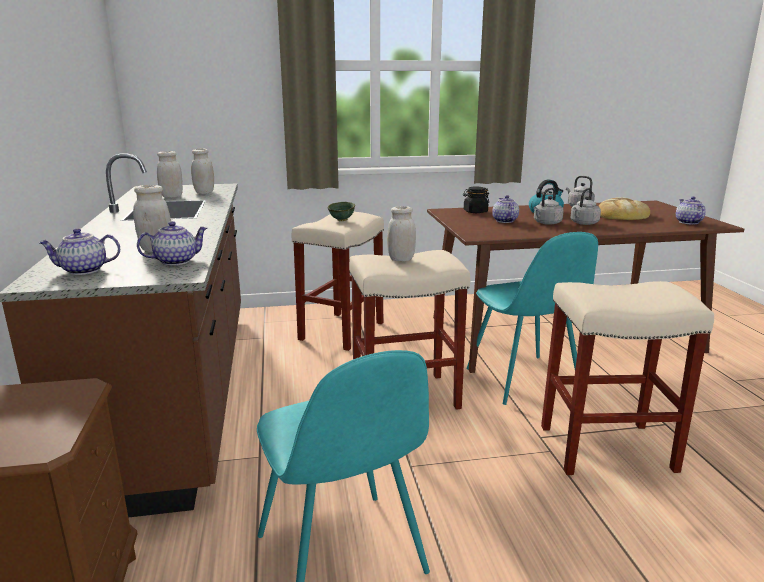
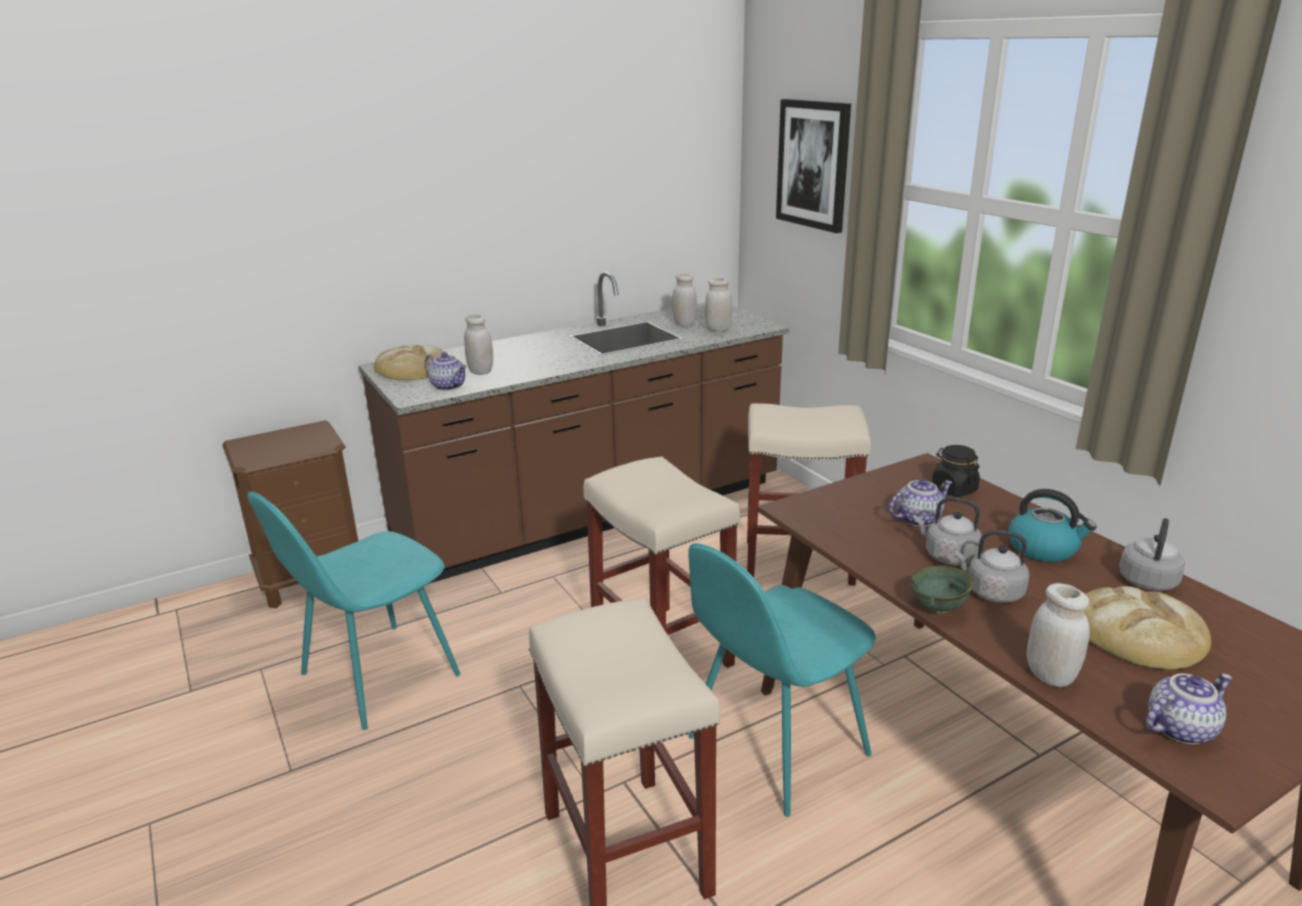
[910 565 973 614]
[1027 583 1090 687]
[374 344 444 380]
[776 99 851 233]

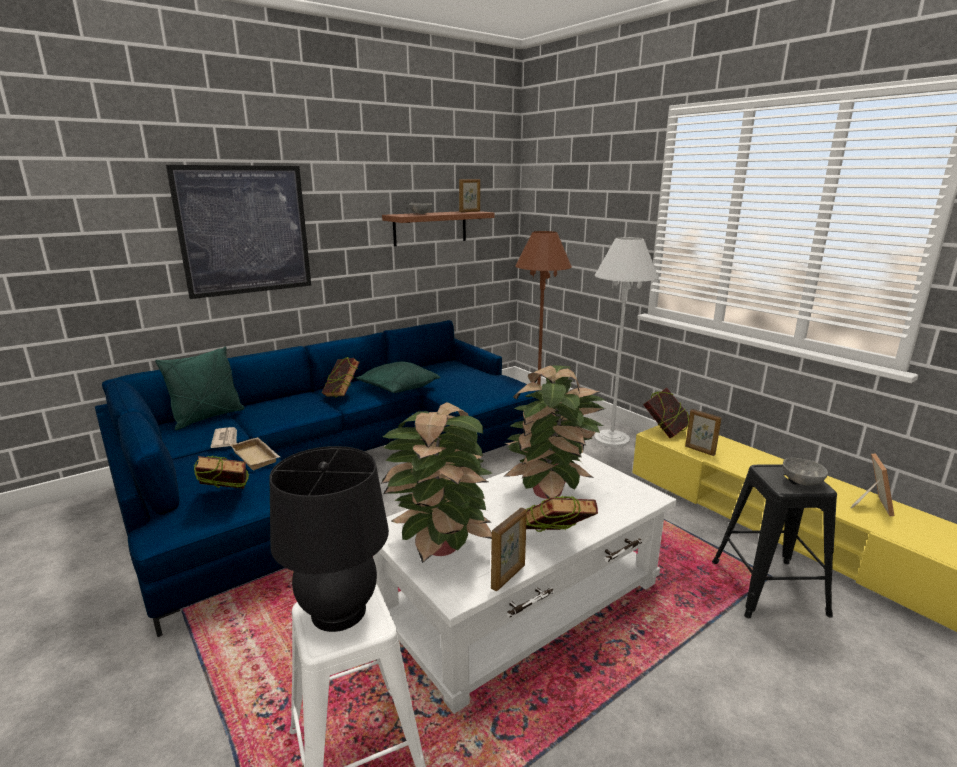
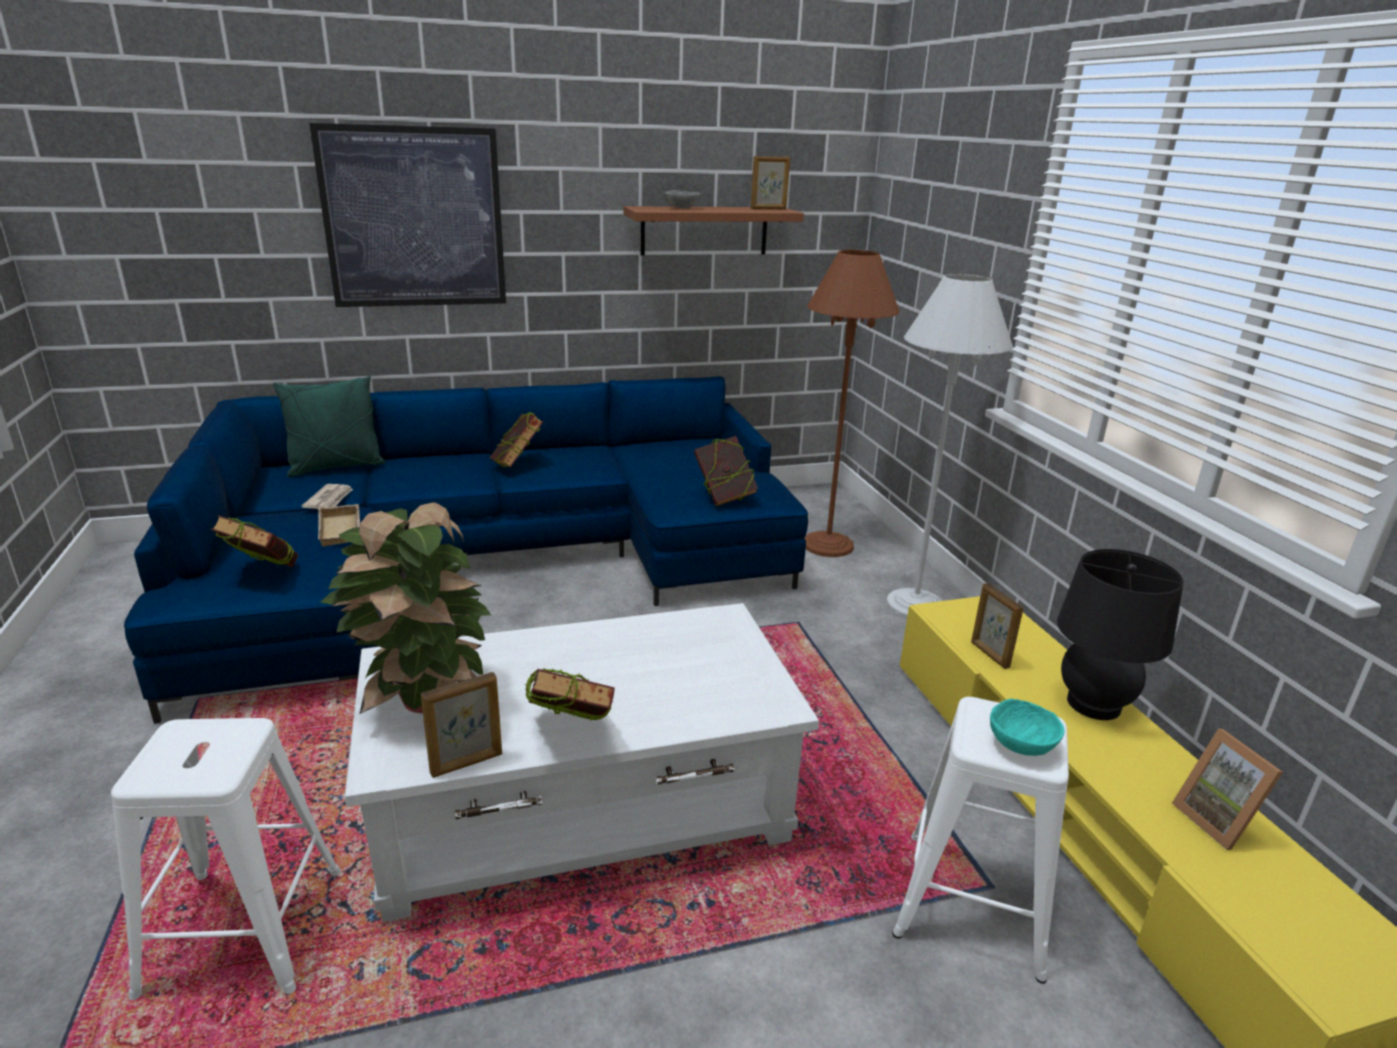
[356 362 441 393] (first image)
[503 365 605 499] (first image)
[694 436 758 506]
[1057 549 1184 720]
[1172 729 1283 850]
[990 699 1064 756]
[892 697 1069 984]

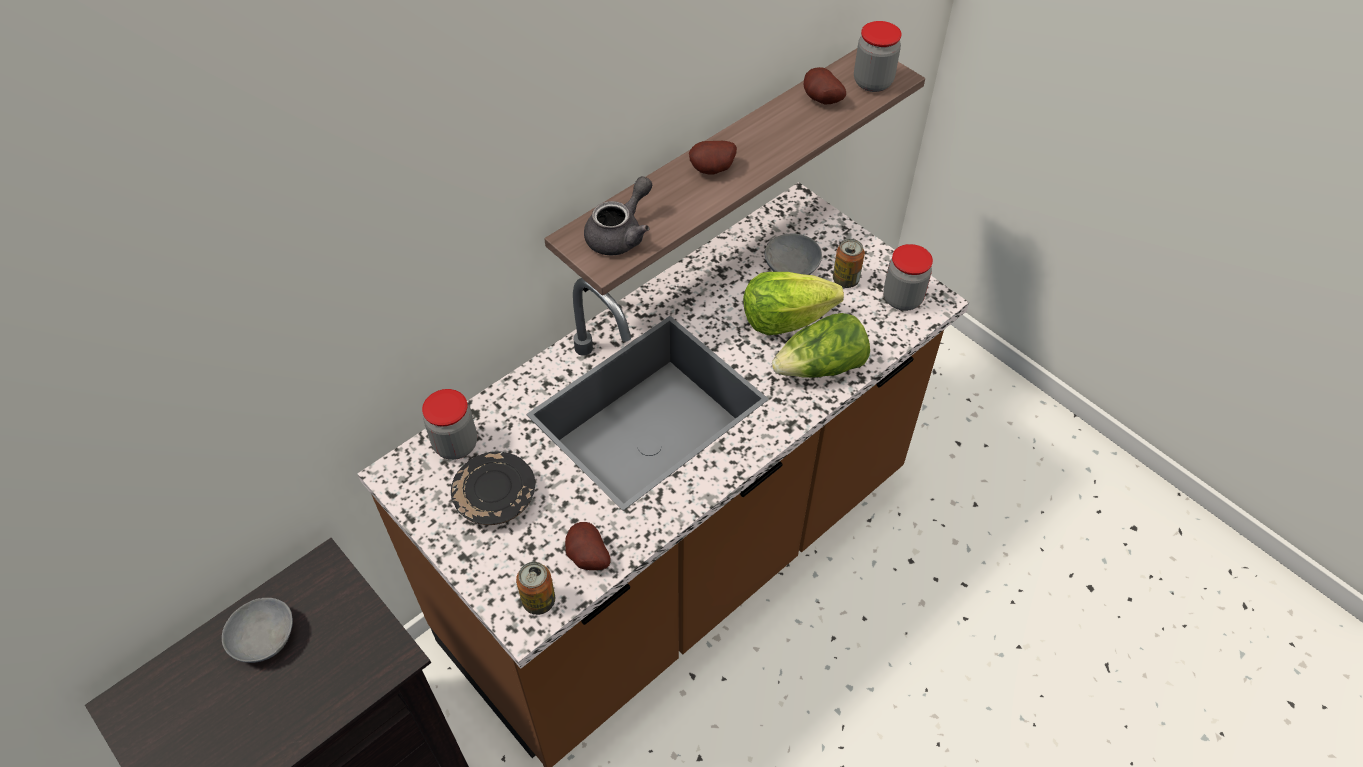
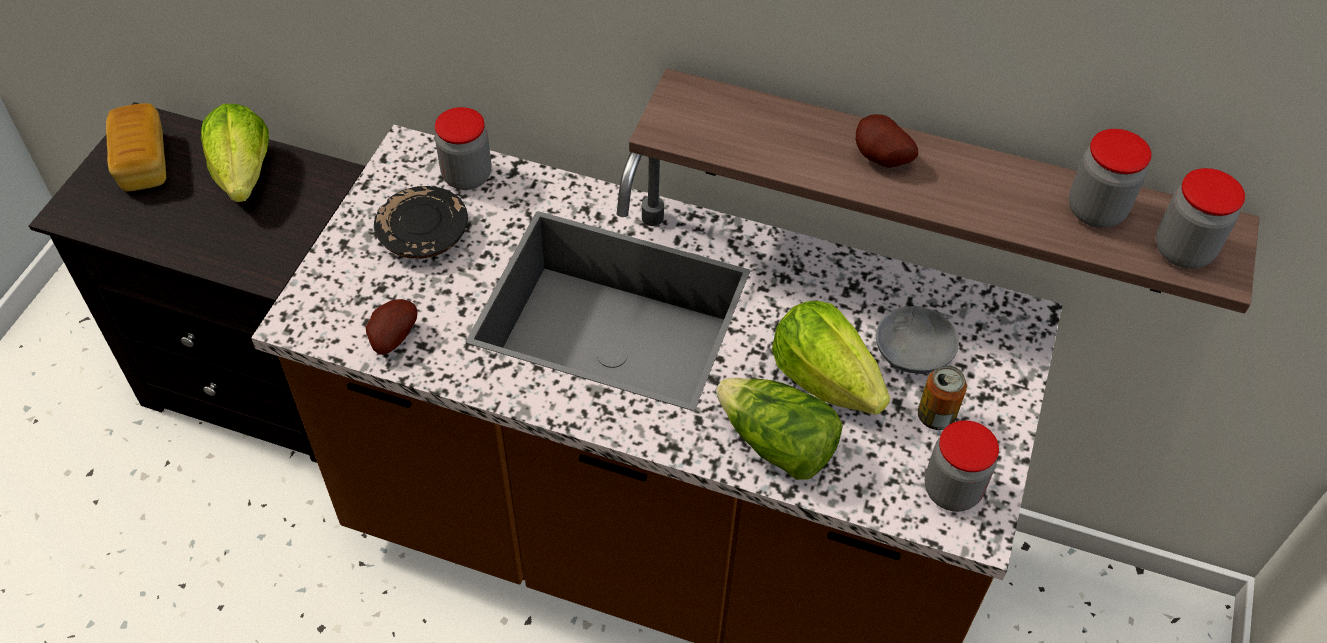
[1069 129 1152 228]
[584 176 652 255] (first image)
[516 562 555 615] (first image)
[201 104 269 202]
[106 104 166 191]

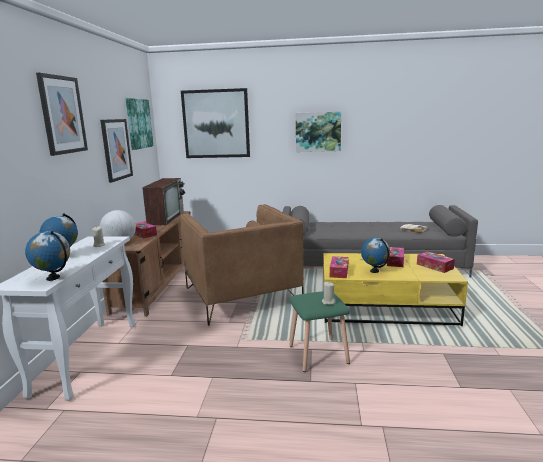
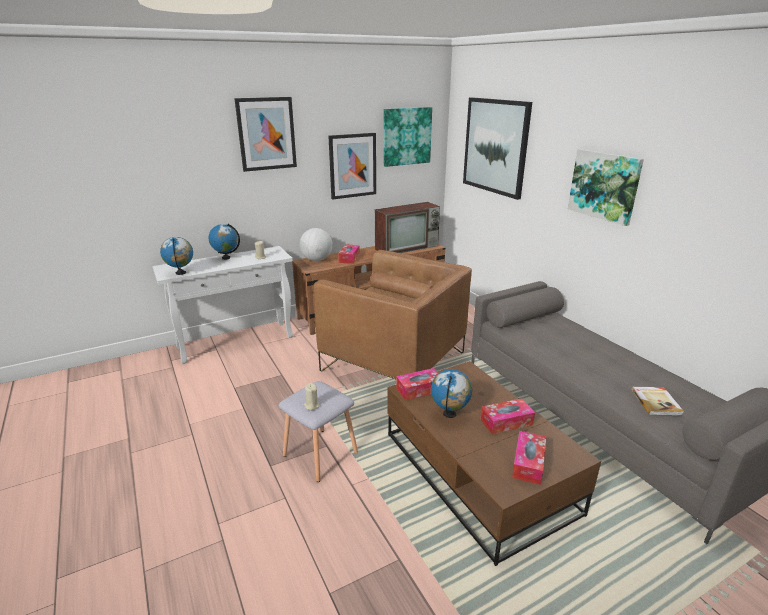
[313 250 472 379]
[387 361 601 566]
[278 381 358 482]

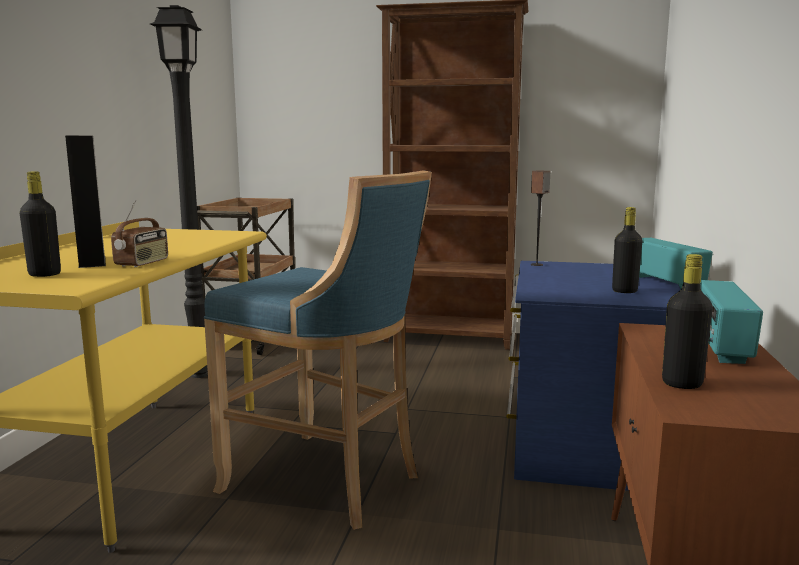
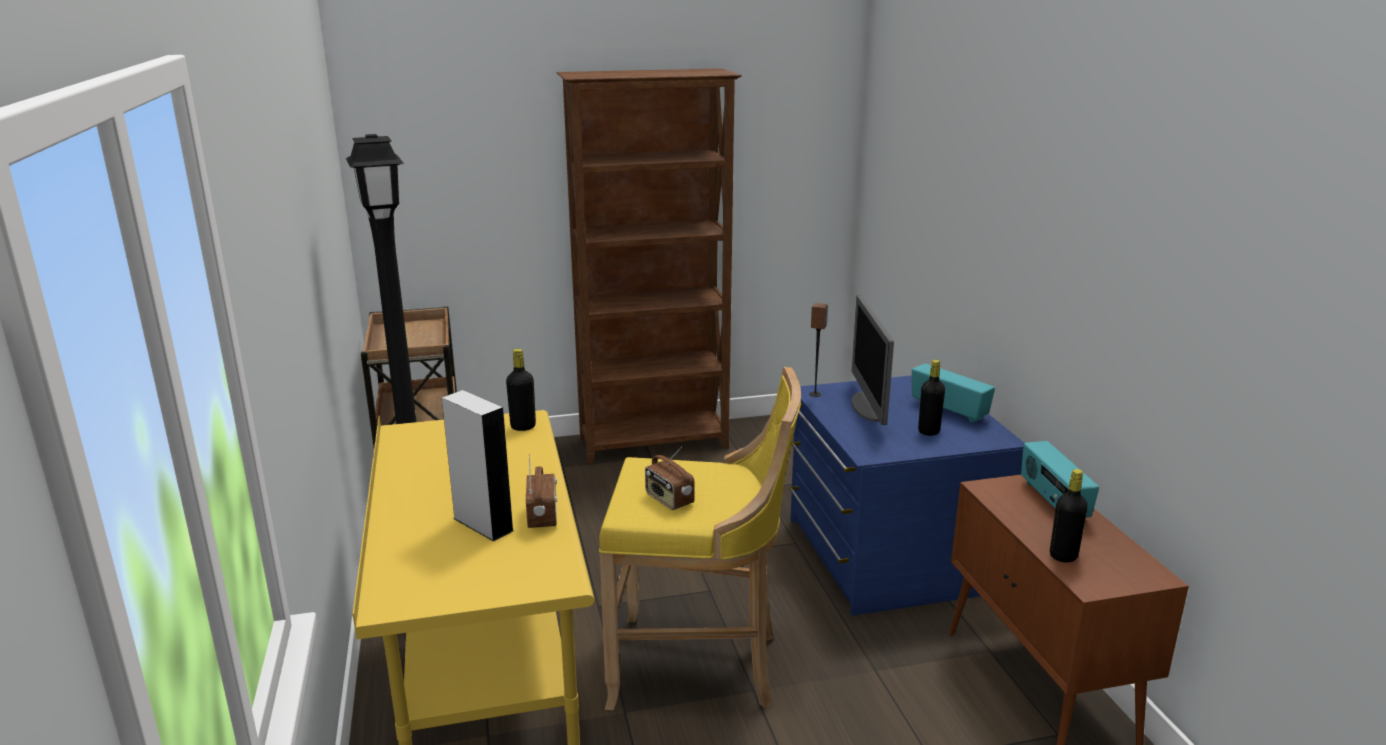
[506 349 536 431]
[599 367 801 710]
[852 295 894 425]
[645 447 695 510]

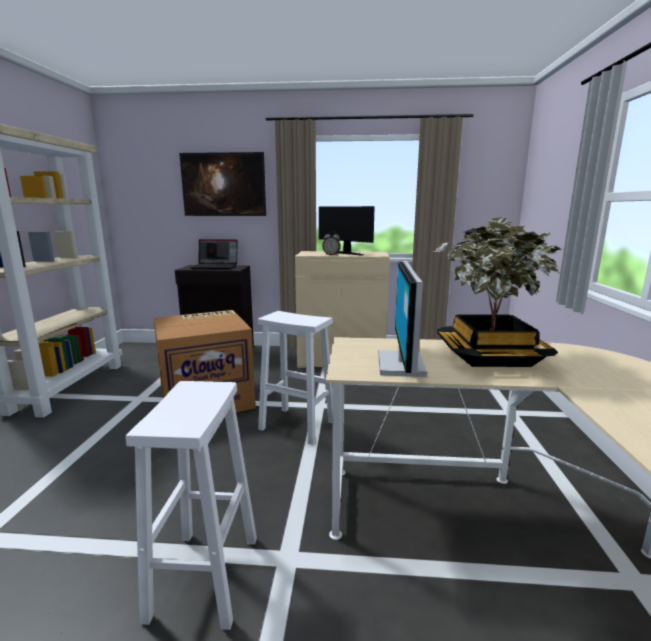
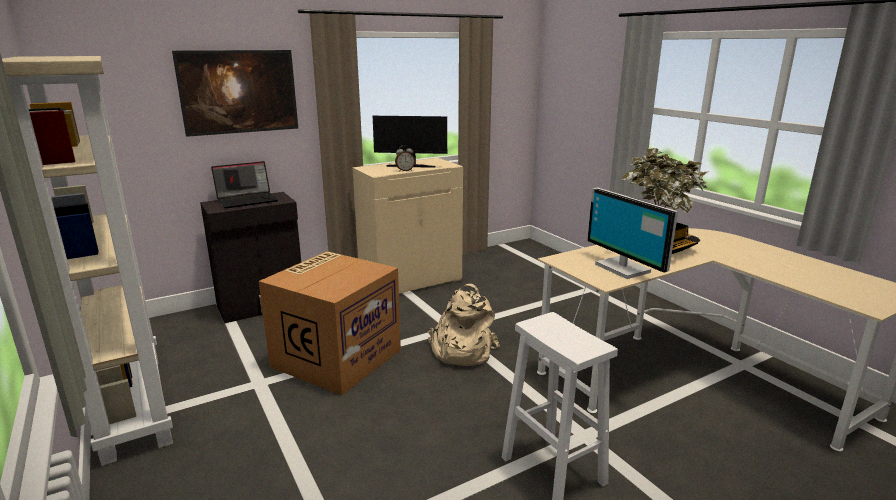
[427 284 500 366]

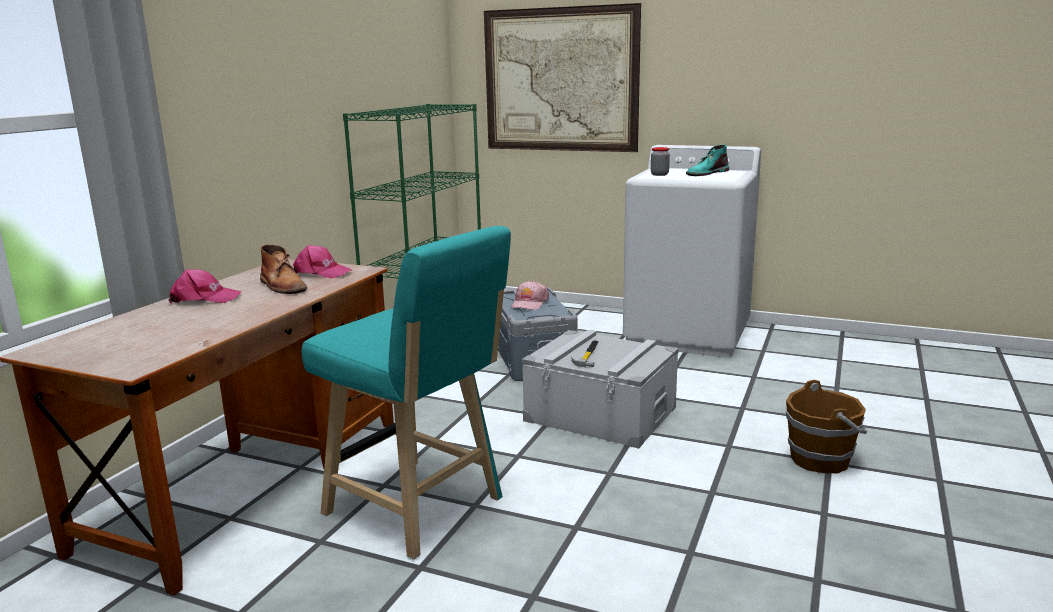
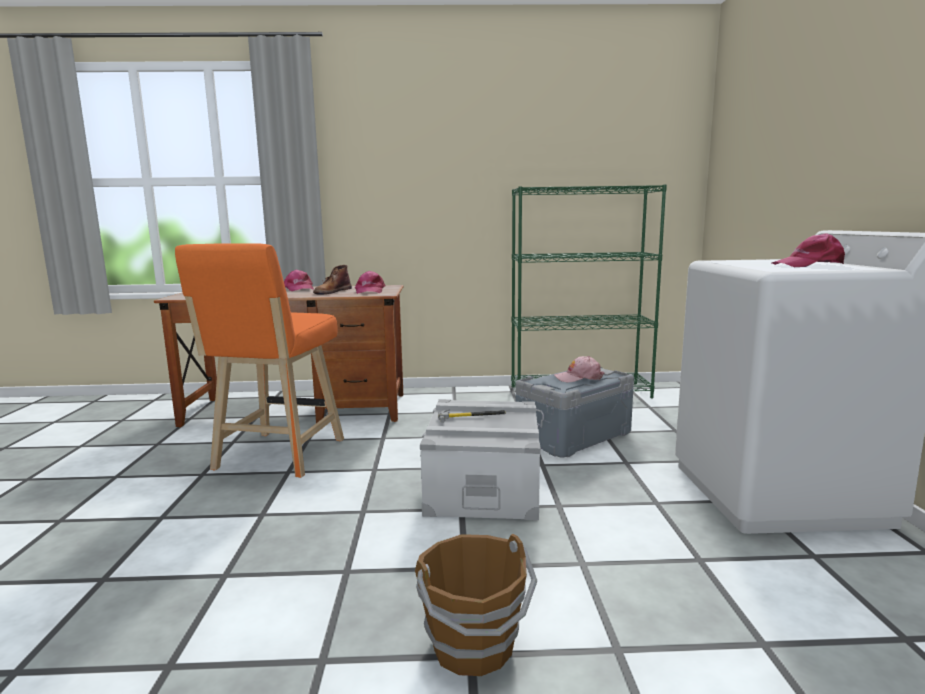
[484 3 641 152] (first image)
[772 233 845 267]
[651 147 670 176] (first image)
[175 243 344 478]

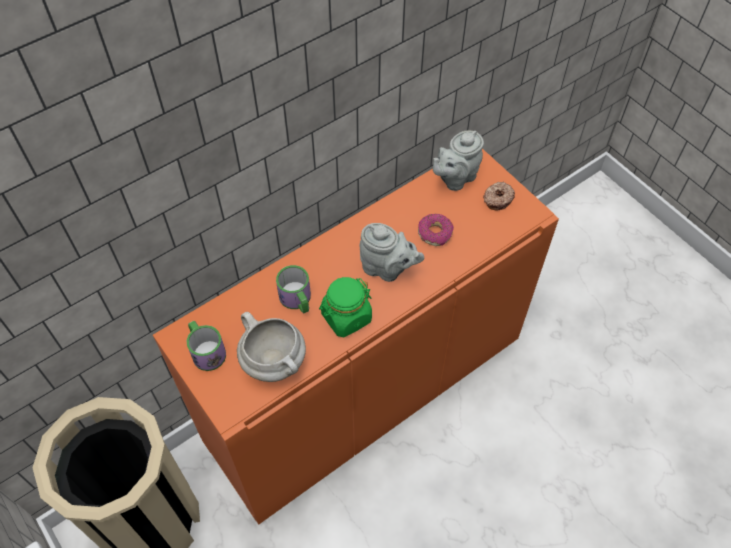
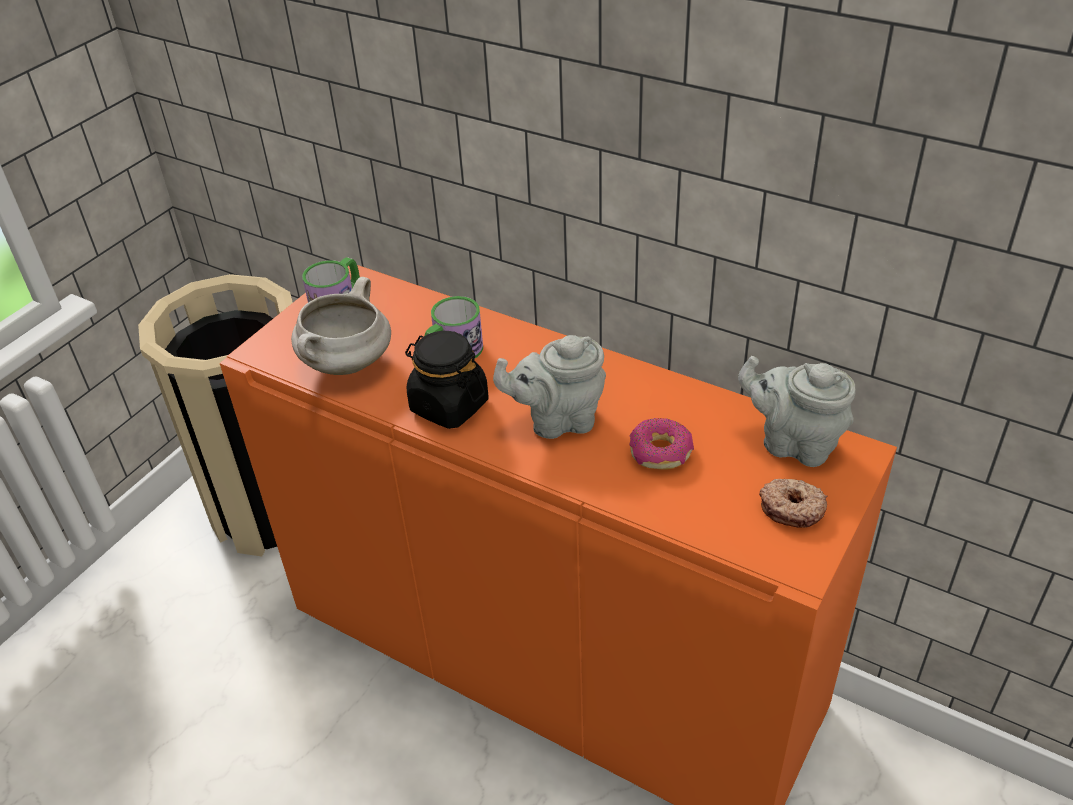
[493 335 606 439]
[405 331 489 429]

